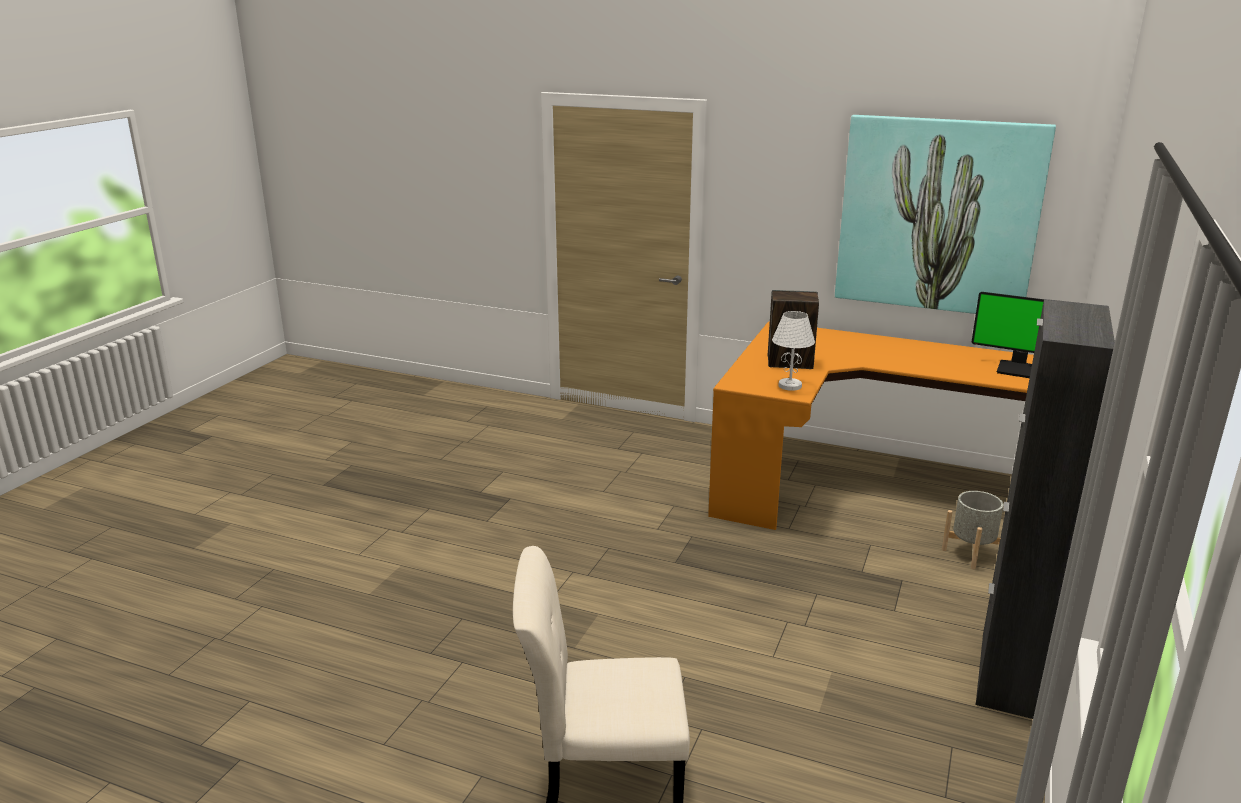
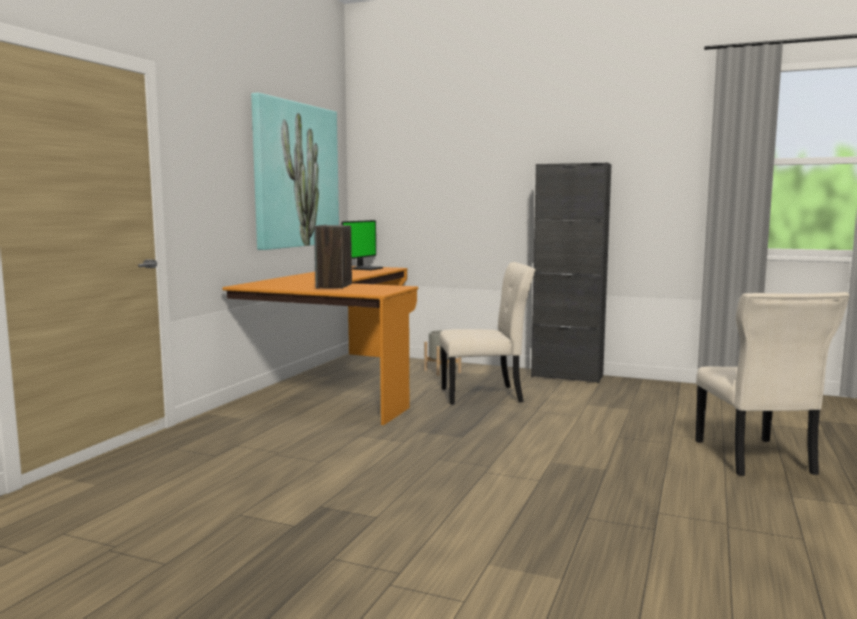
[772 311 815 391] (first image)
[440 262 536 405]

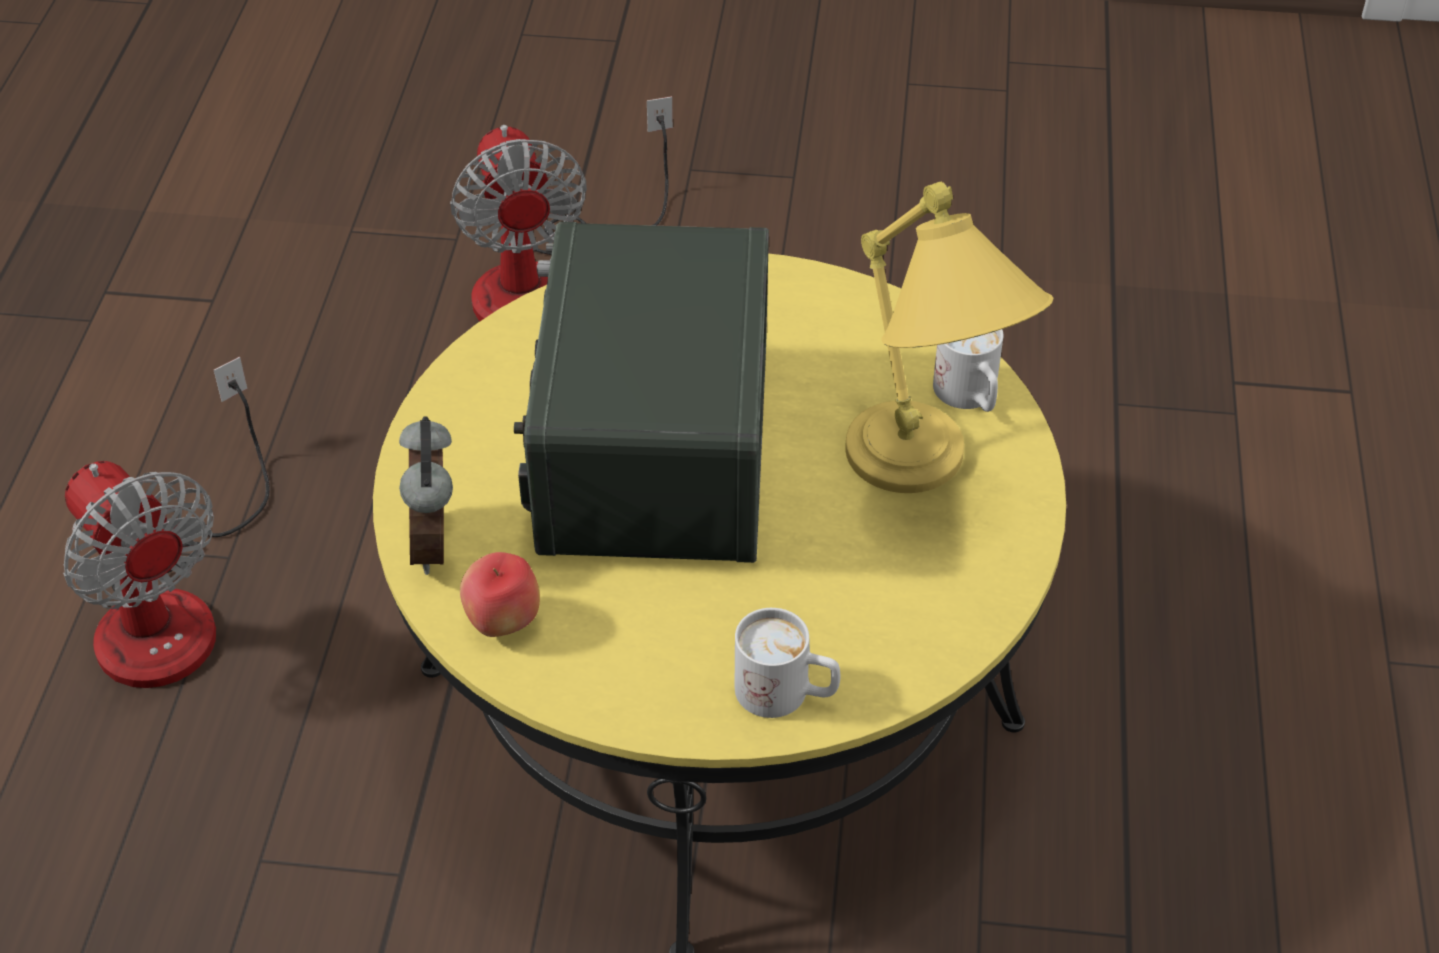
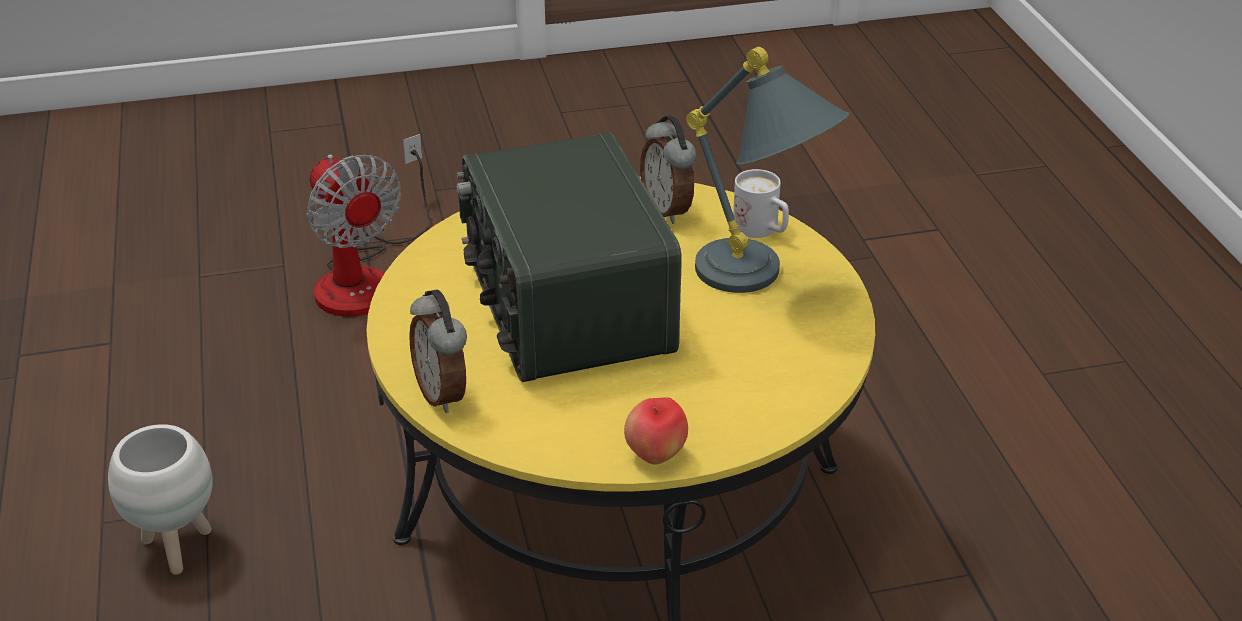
[686 47 849 293]
[108 424 213 575]
[624 397 688 465]
[735 608 840 718] (first image)
[640 116 696 224]

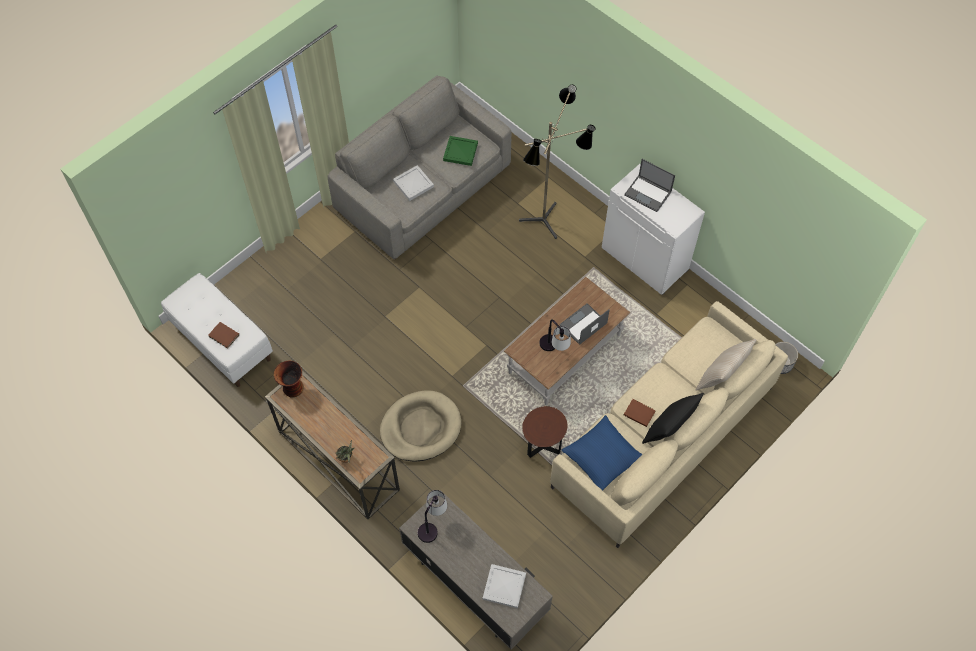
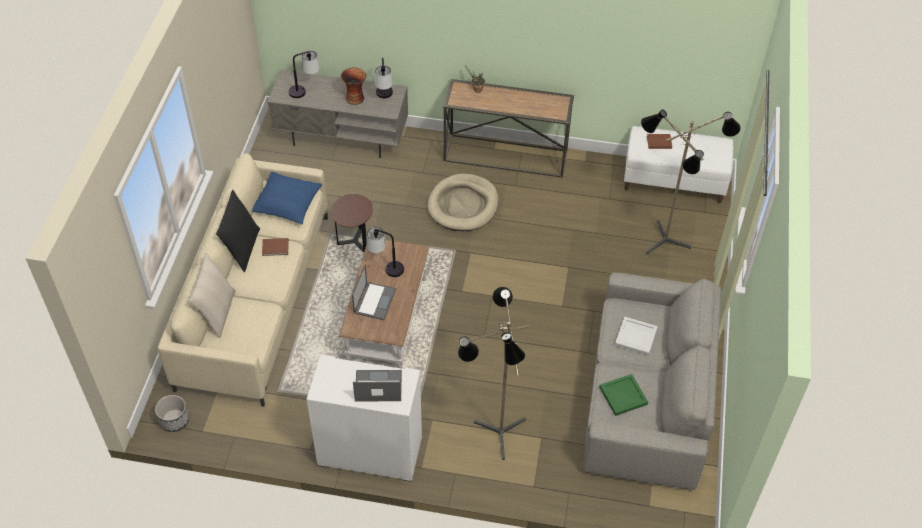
[341 68 366 105]
[289 50 320 98]
[641 110 741 255]

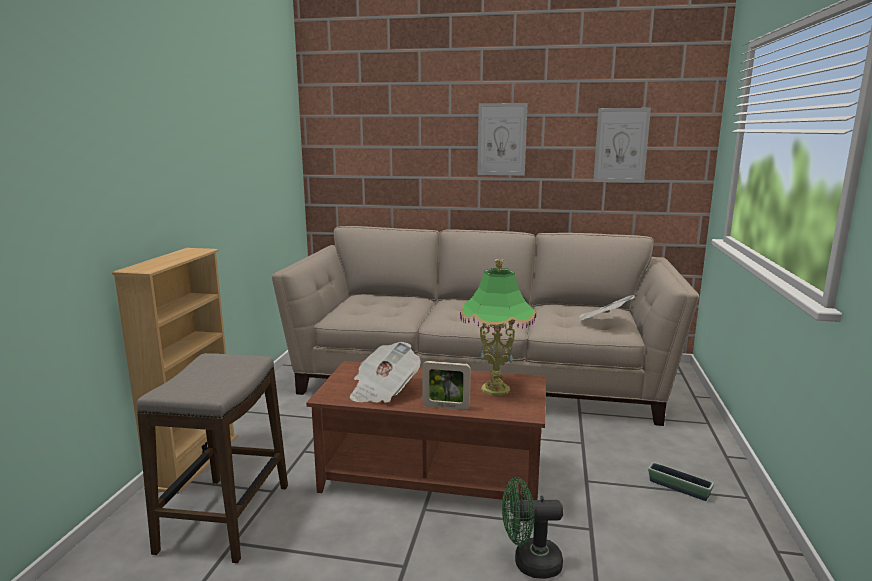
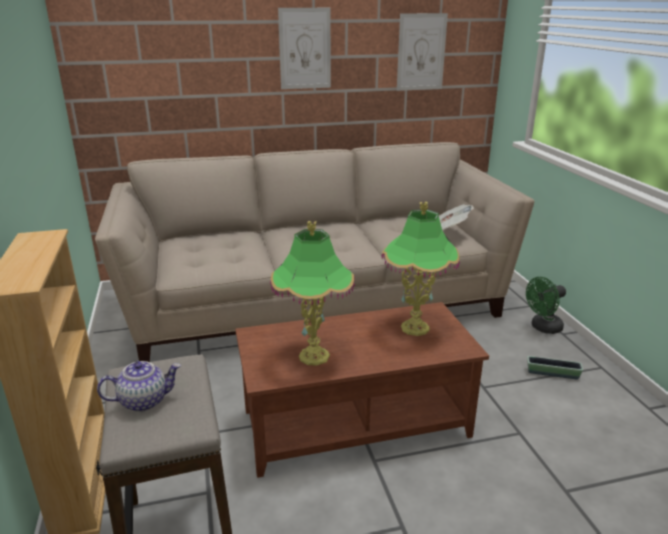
[270 221 355 366]
[422 361 471 410] (first image)
[526 277 566 334]
[97 361 181 412]

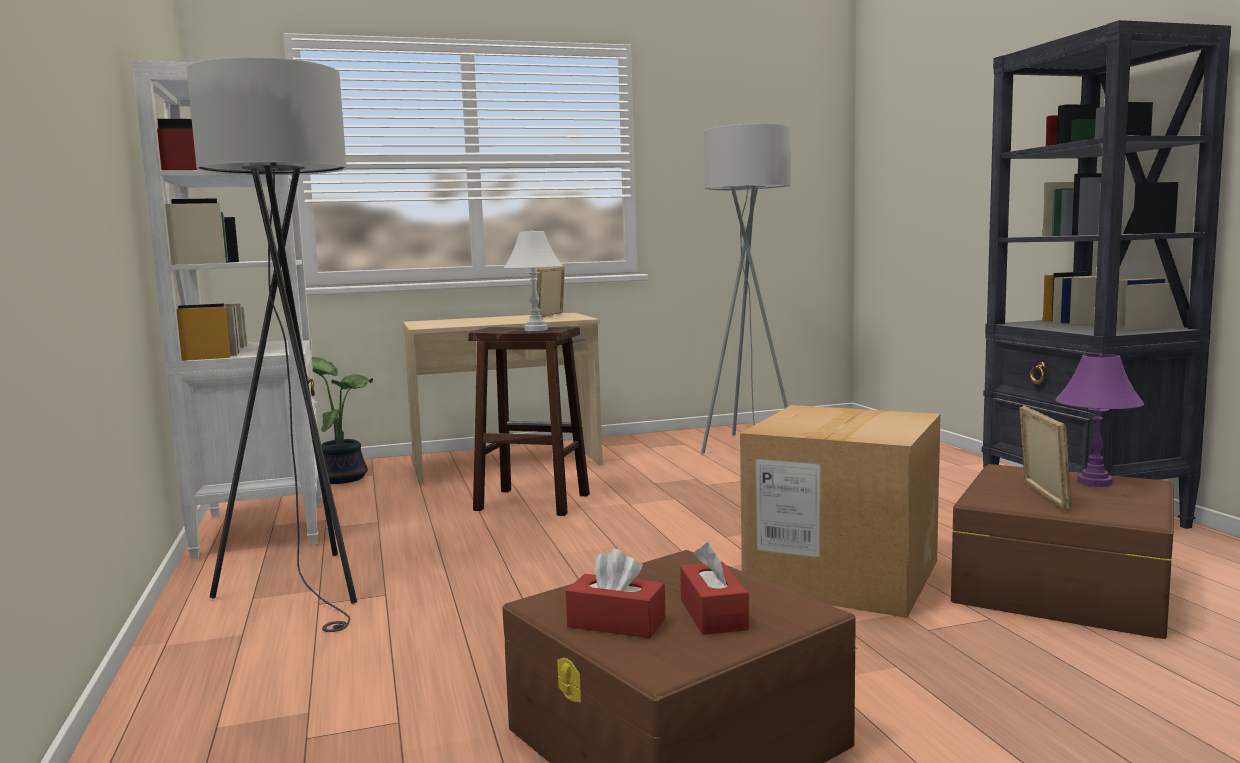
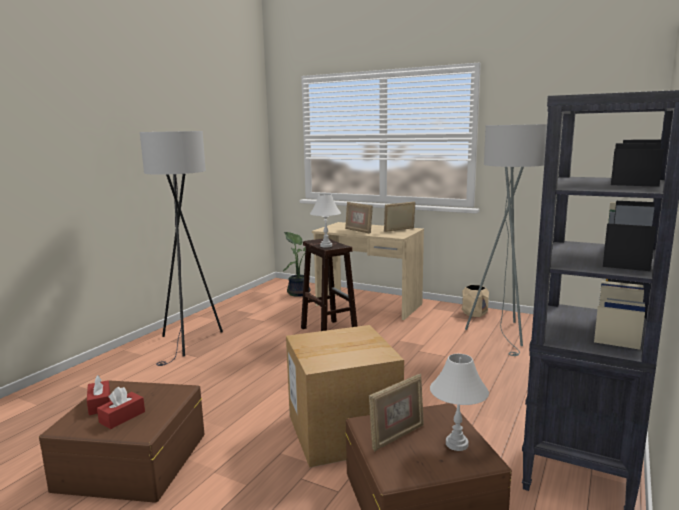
[132 61 322 559] (first image)
[430 354 489 451]
[345 202 373 234]
[462 285 489 317]

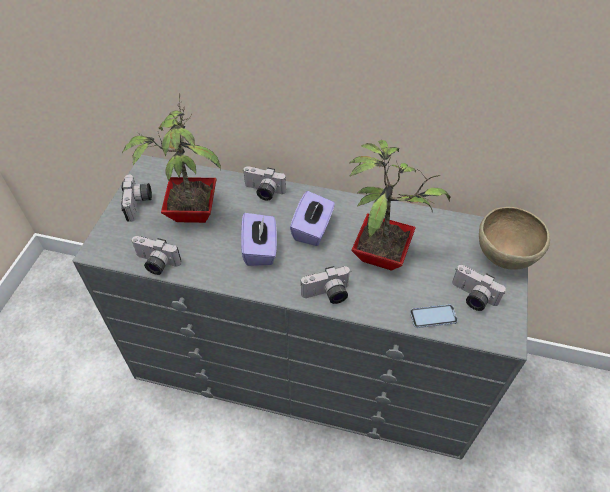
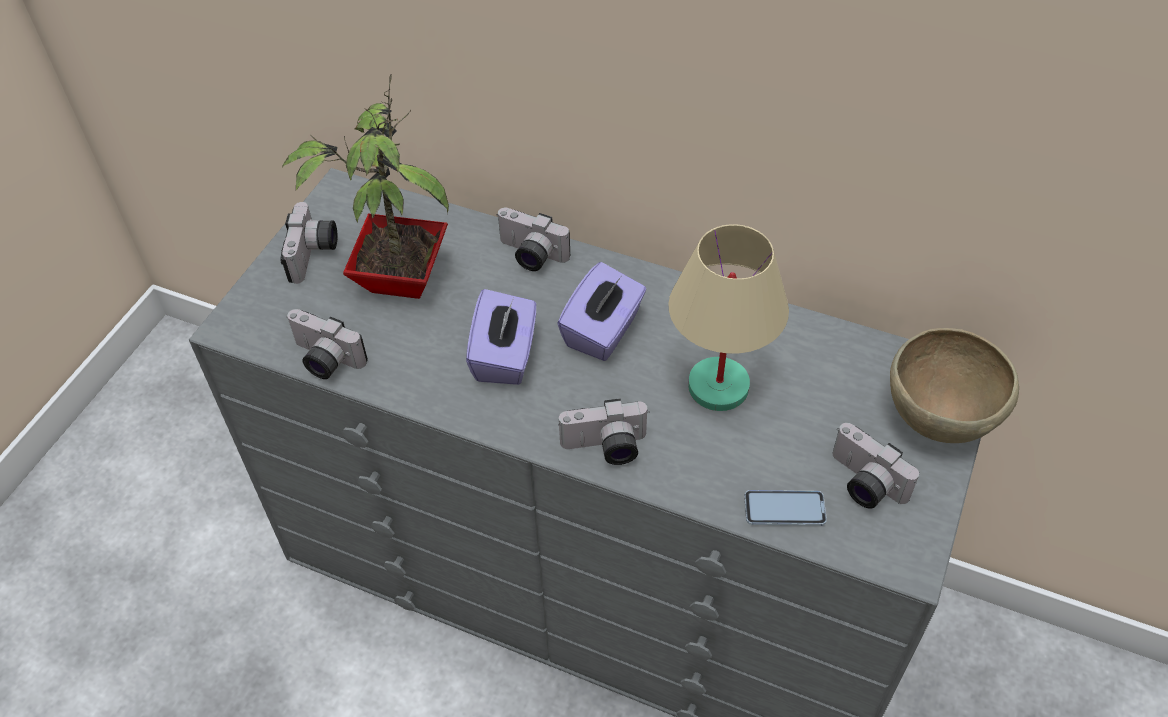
[668 224 789 411]

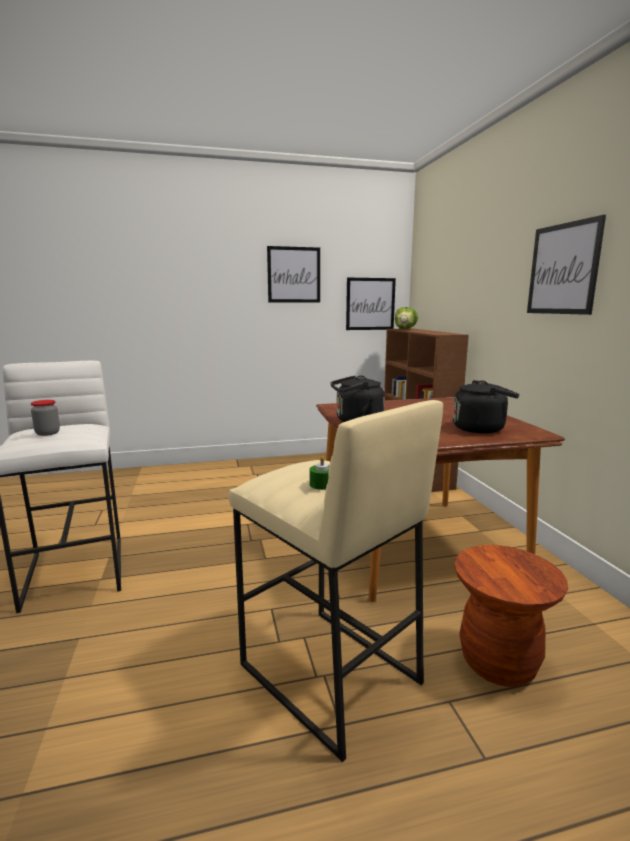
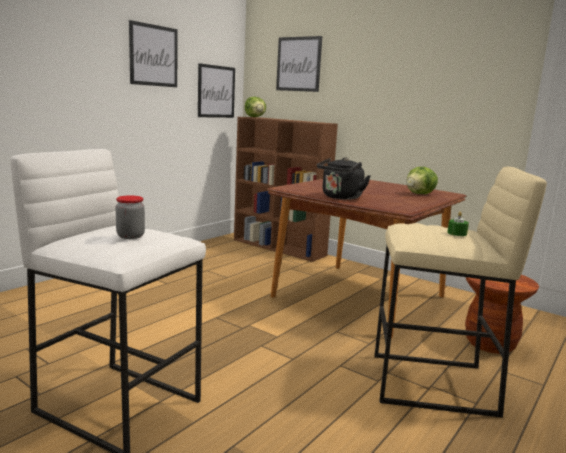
[276 36 322 92]
[407 167 438 194]

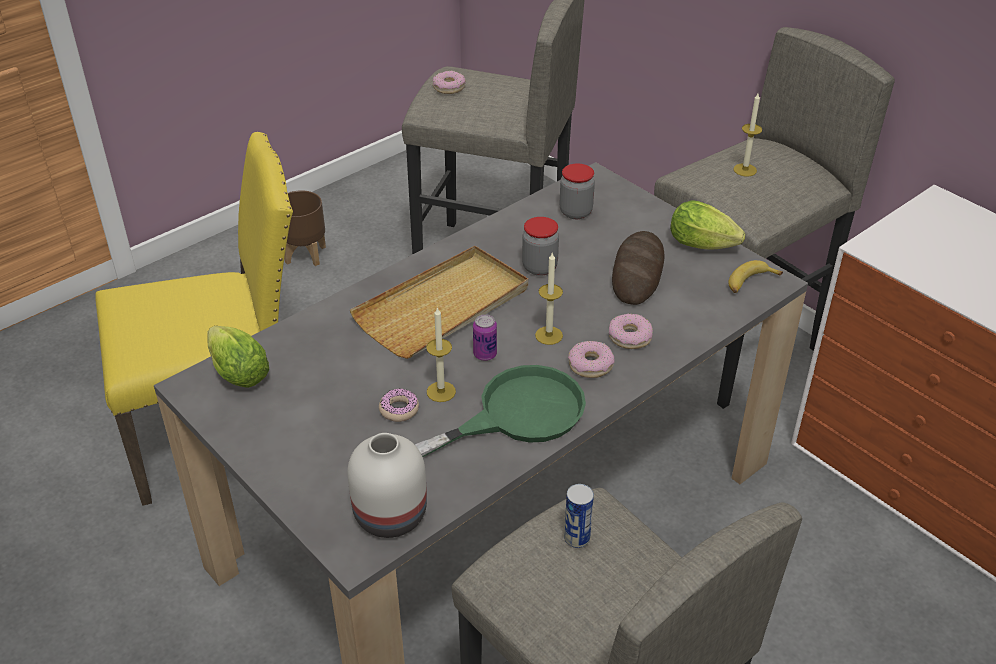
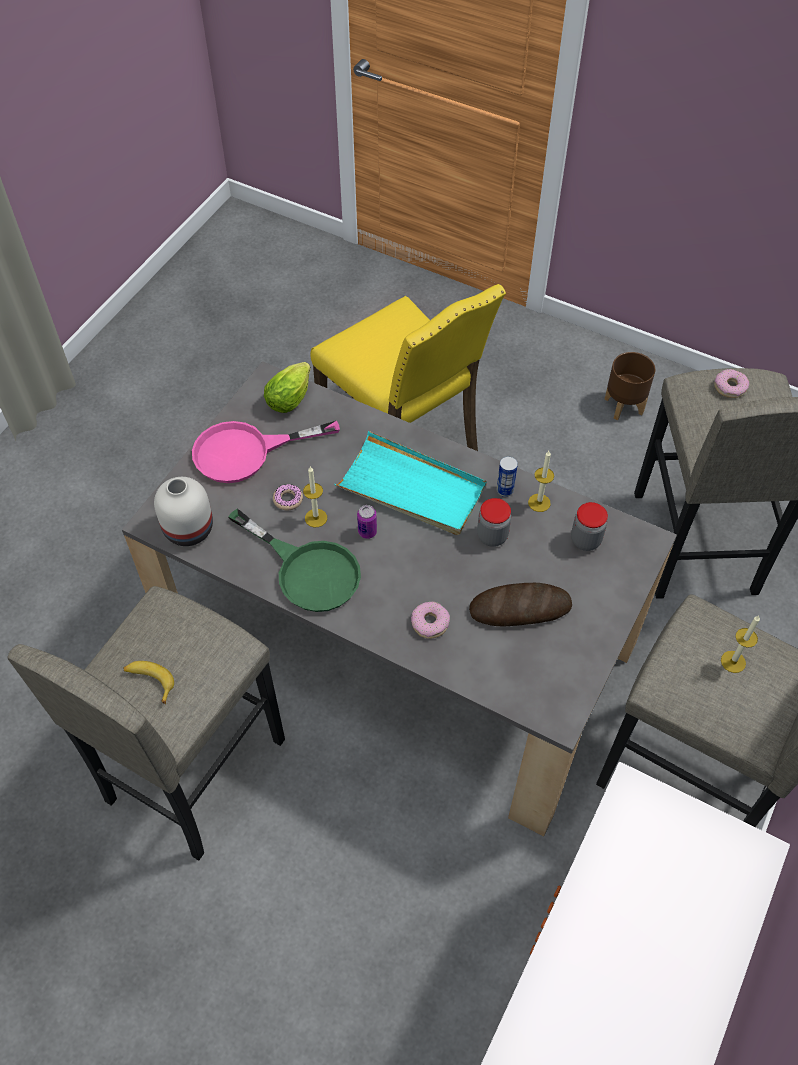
[670 200 746 250] (first image)
[334 431 487 535]
[528 451 554 512]
[123 661 174 704]
[568 341 614 378] (first image)
[497 456 518 497]
[192 421 340 483]

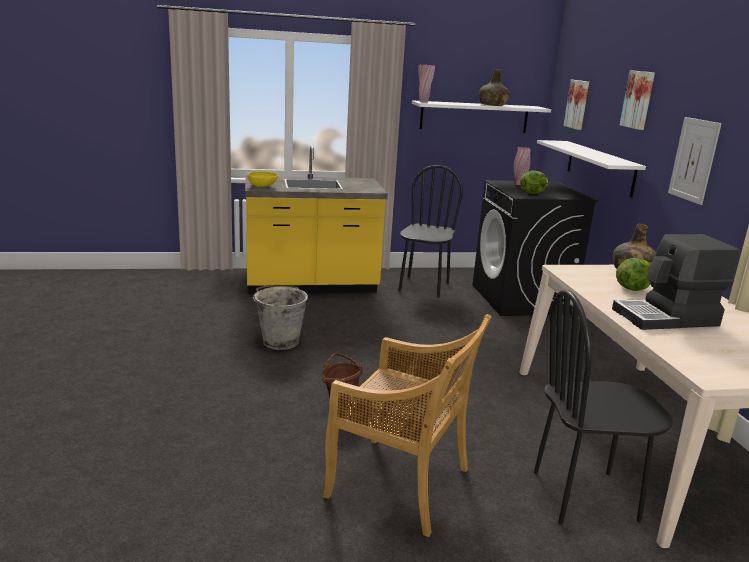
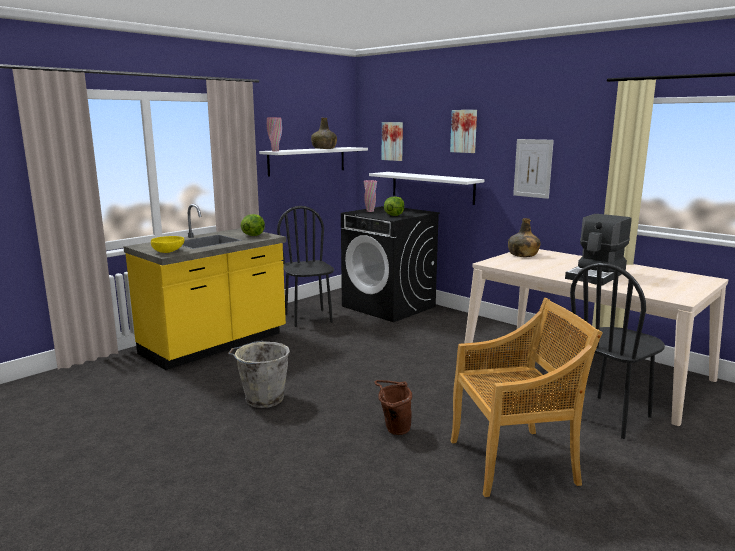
[241 214 265 236]

